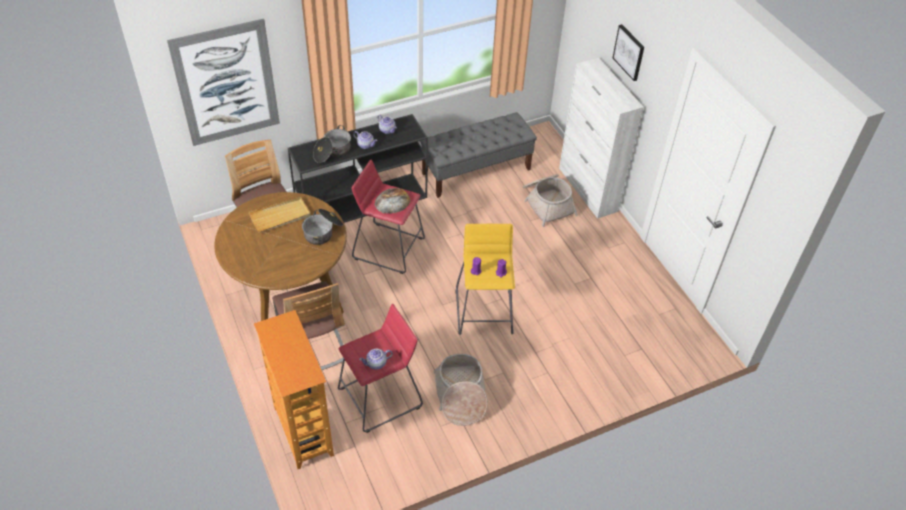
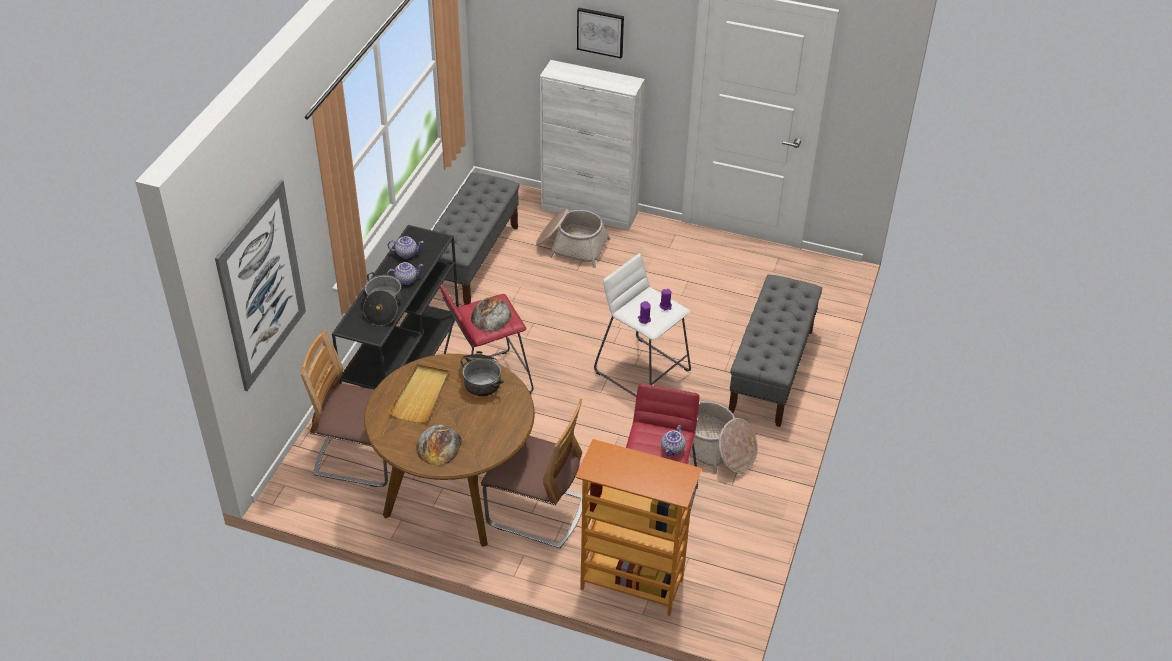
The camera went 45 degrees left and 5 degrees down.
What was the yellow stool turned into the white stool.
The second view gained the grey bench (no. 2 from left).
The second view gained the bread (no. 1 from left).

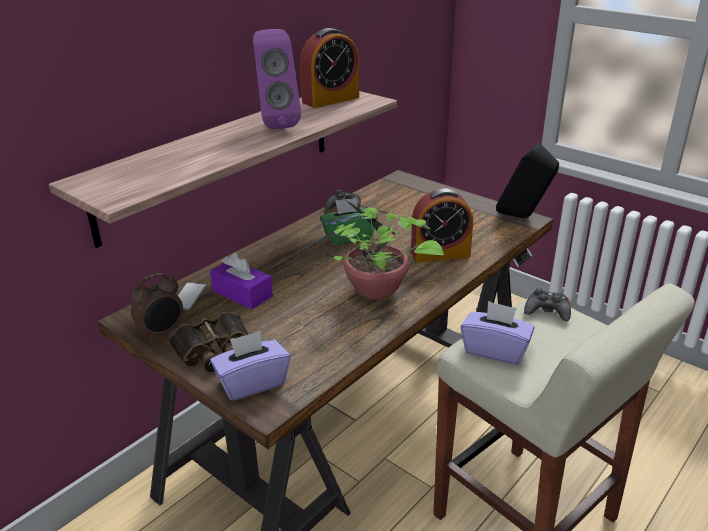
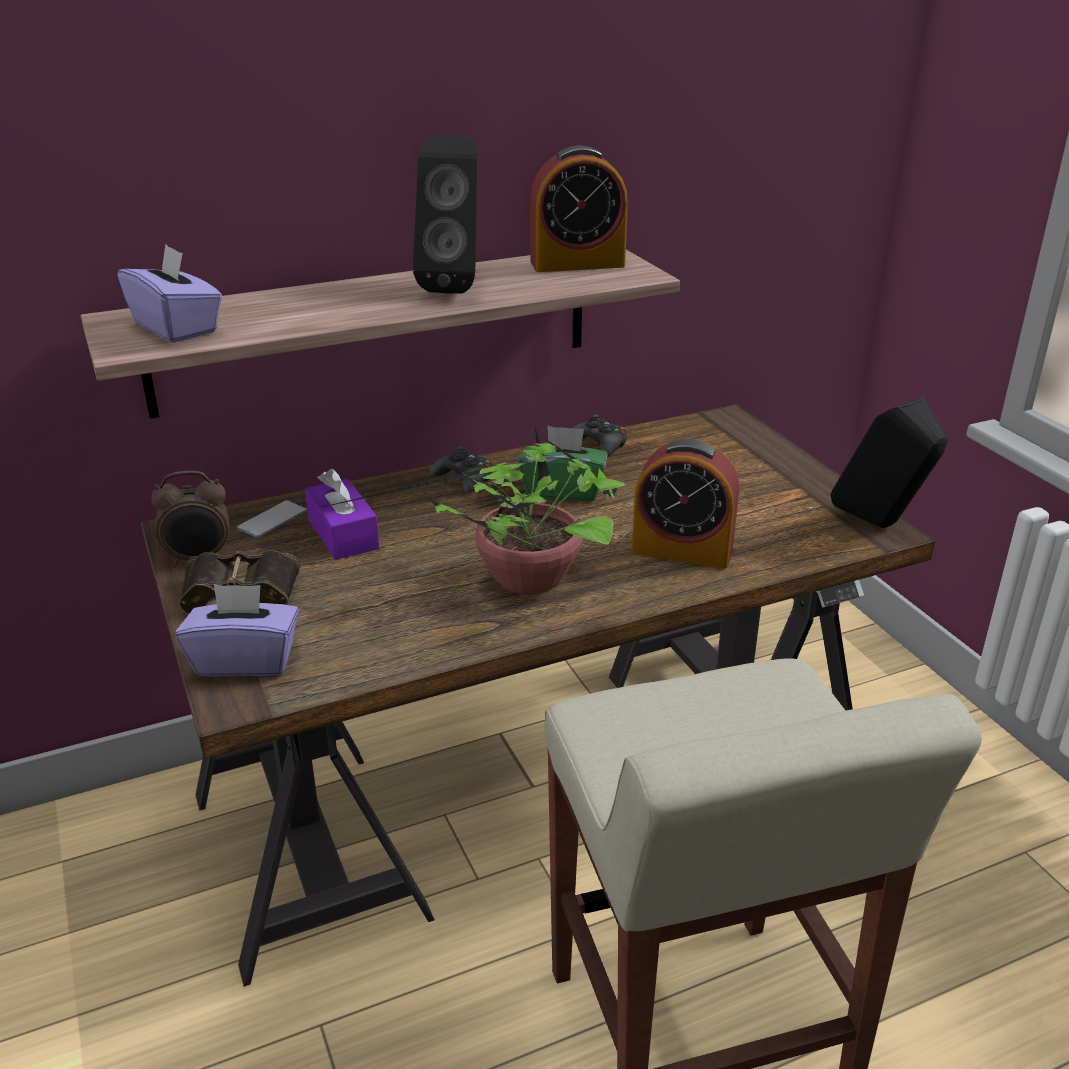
The camera went 25 degrees right and 0 degrees up.
What was the purple speaker turned into the black speaker (no. 1 from left).
The black game controller (no. 2 from left in the first image) ended up elsewhere.
The purple tissue box (no. 3 from left in the first image) ended up elsewhere.

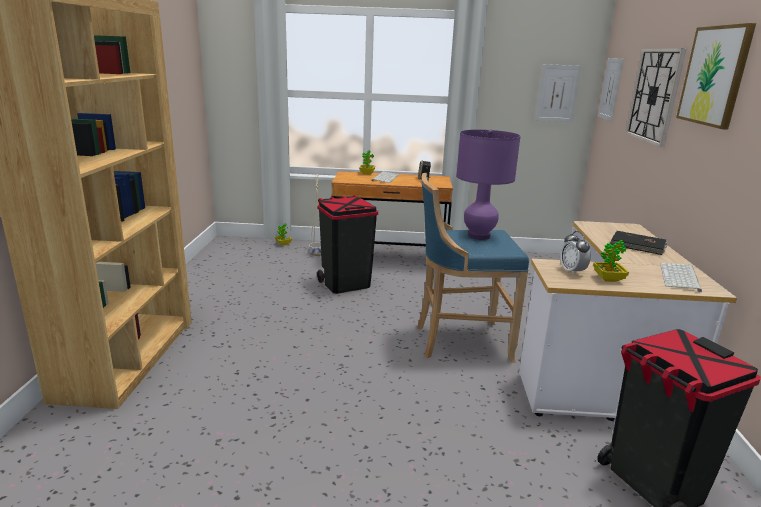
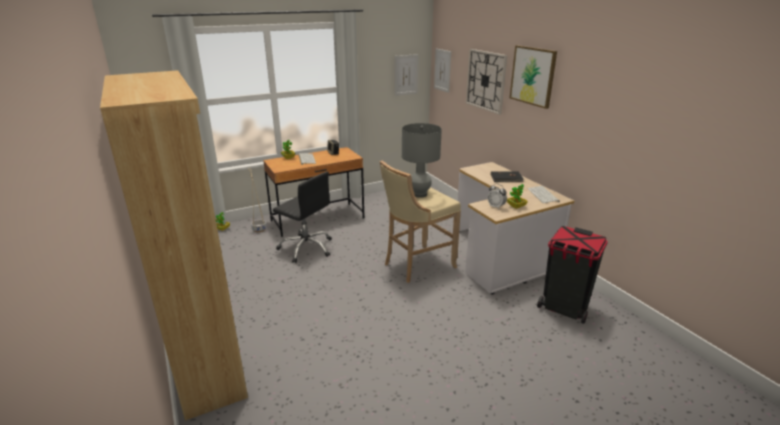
The camera went 30 degrees left and 5 degrees up.
What was the purple table lamp turned into the grey table lamp.
What was the blue stool turned into the beige stool.
Where the black trash can (no. 1 from left) stood, the black office chair came to stand.

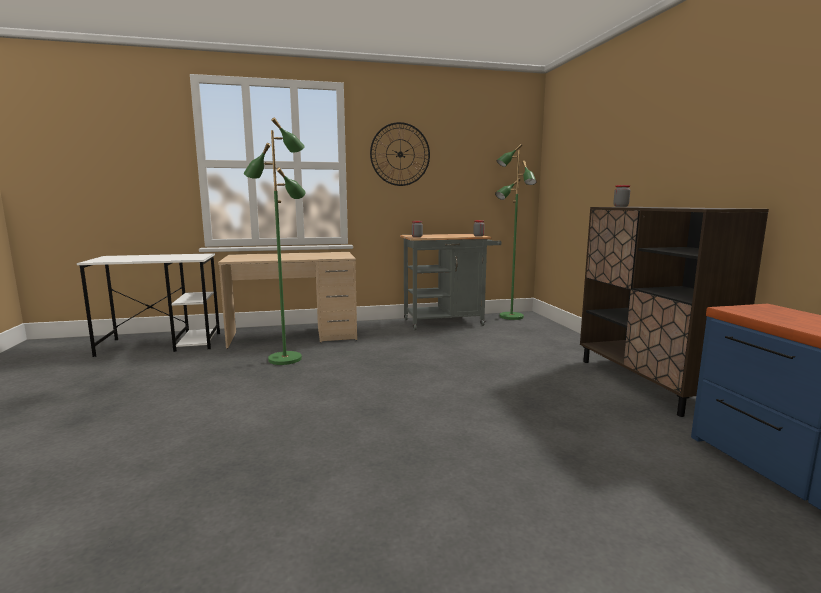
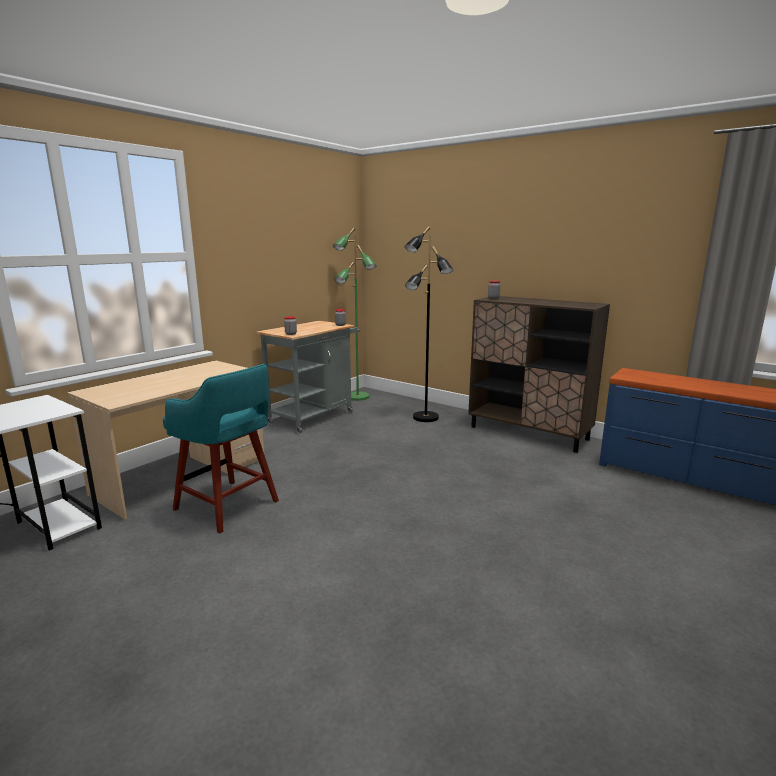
The camera went 40 degrees left and 5 degrees up.
Where the green floor lamp (no. 1 from left) stood, the turquoise stool came to stand.
The second view lost the wall clock.
The second view gained the black floor lamp.

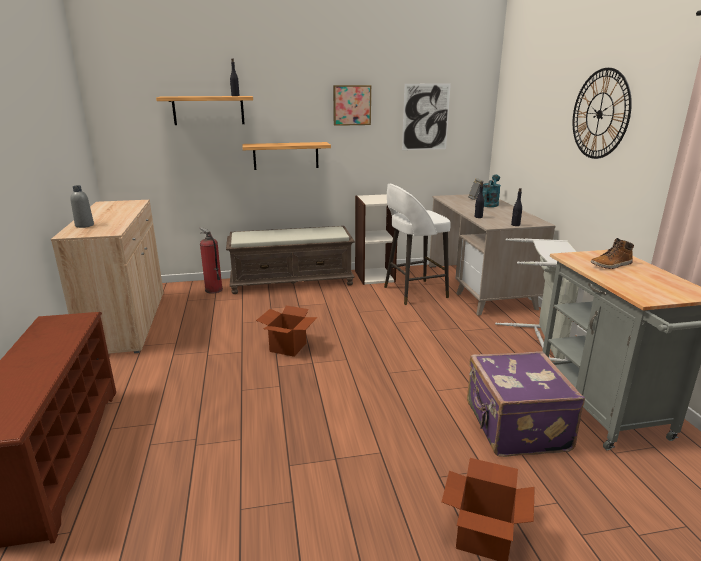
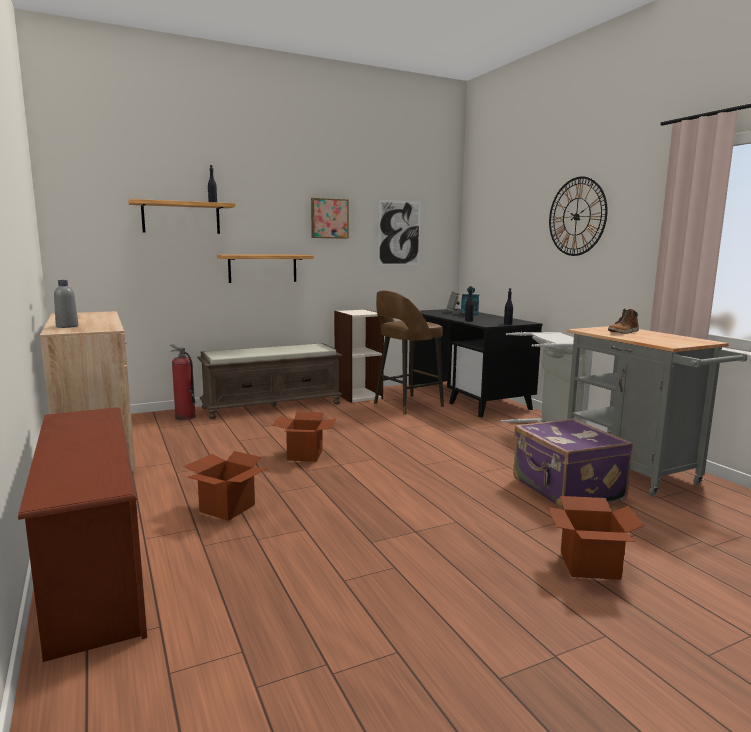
The camera went 15 degrees left and 10 degrees down.
What was the white stool turned into the brown stool.
What was the beige desk turned into the black desk.
The second view gained the cardboard box (no. 1 from left).

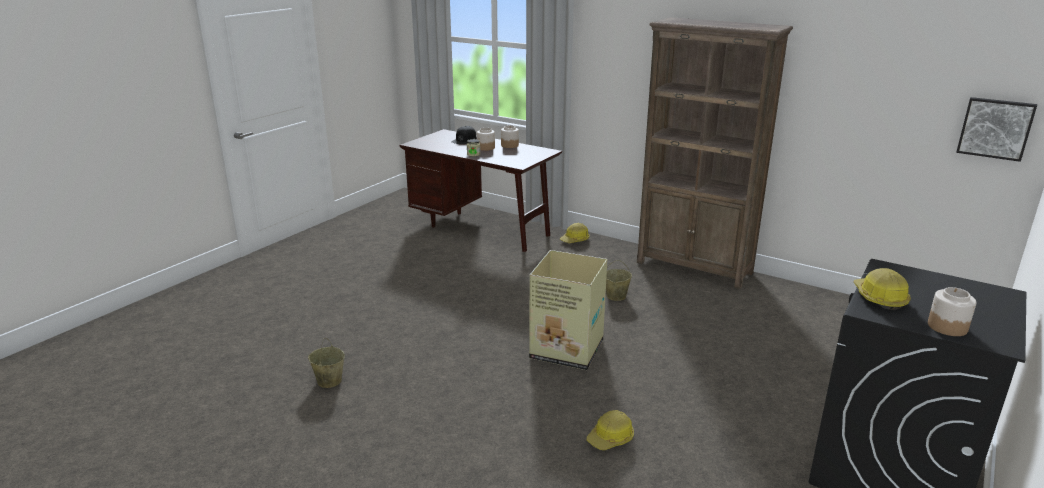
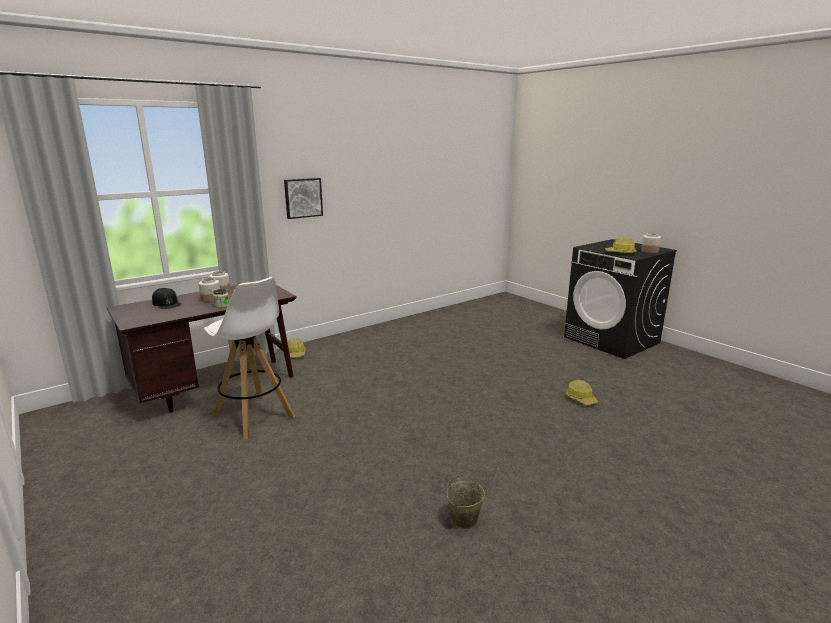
The camera went 70 degrees left and 5 degrees down.
The second view lost the brown bookcase.
The picture ended up elsewhere.
The second view lost the cardboard box.
The second view lost the beige bucket (no. 2 from left).
The second view gained the white stool.

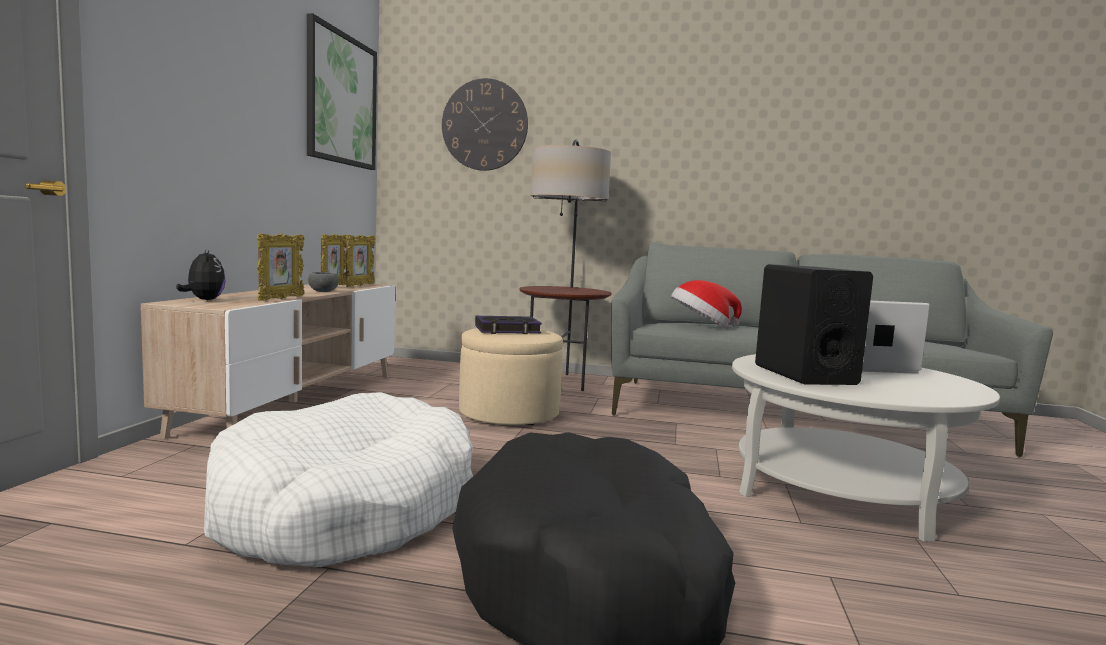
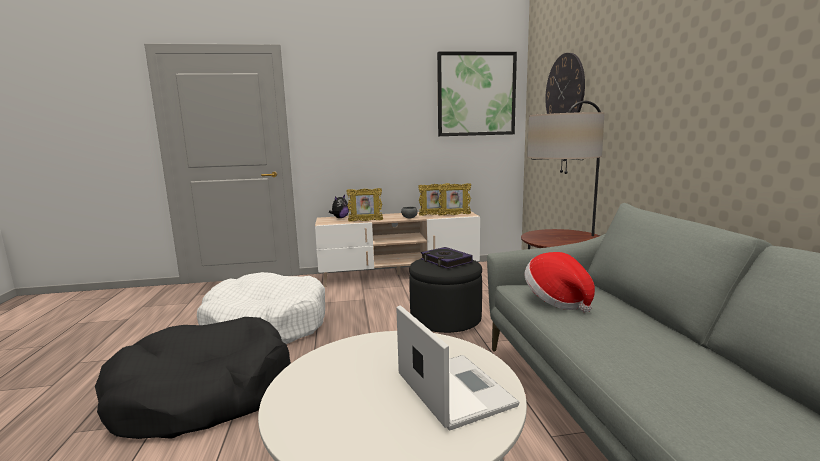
The camera went 70 degrees right and 5 degrees up.
The second view lost the black speaker.
What was the beige ottoman turned into the black ottoman.

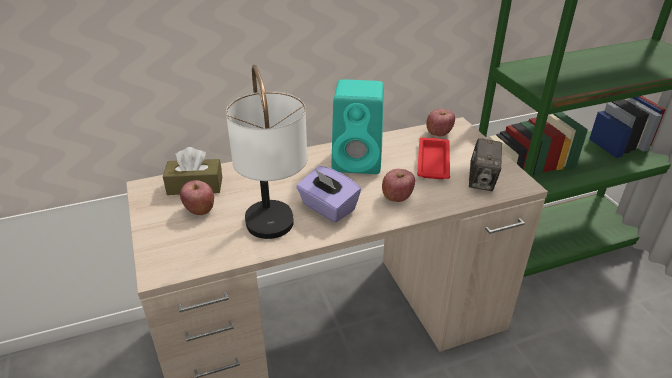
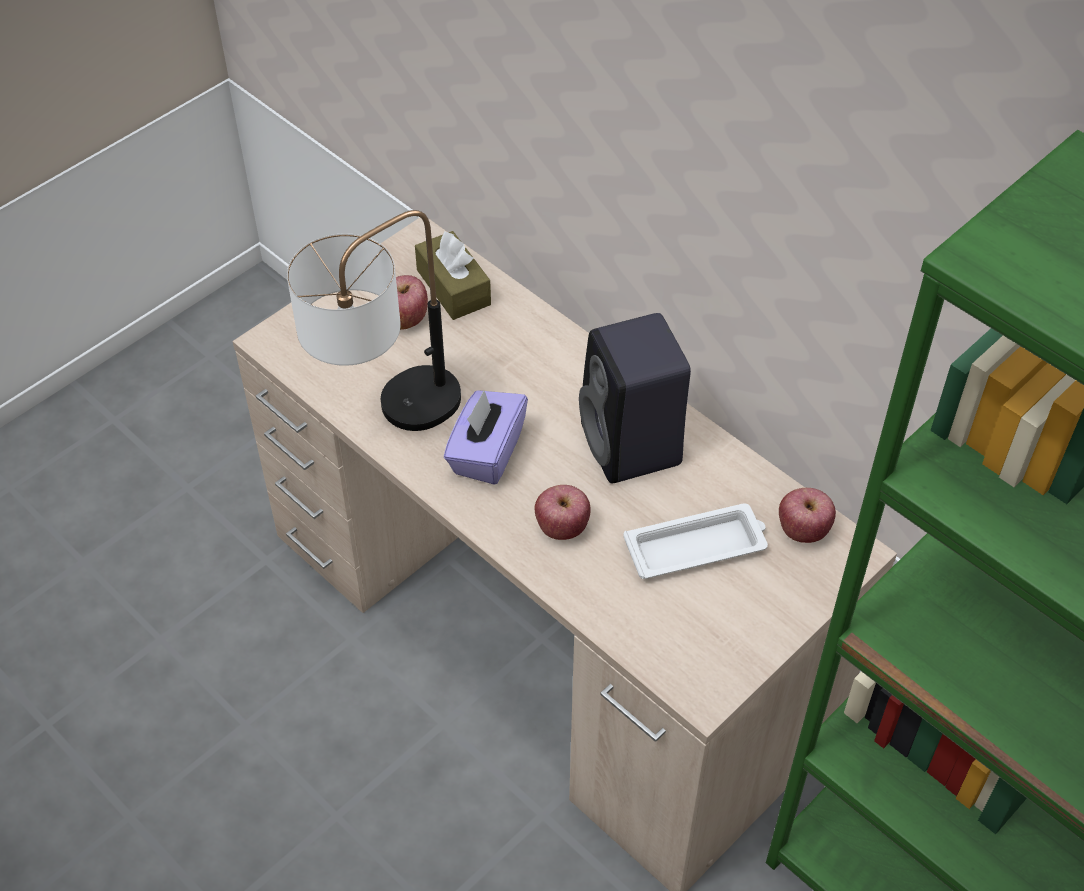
The camera went 65 degrees right and 15 degrees up.
What was the turquoise speaker turned into the black speaker.
What was the red tray turned into the white tray.
The second view lost the photo camera.

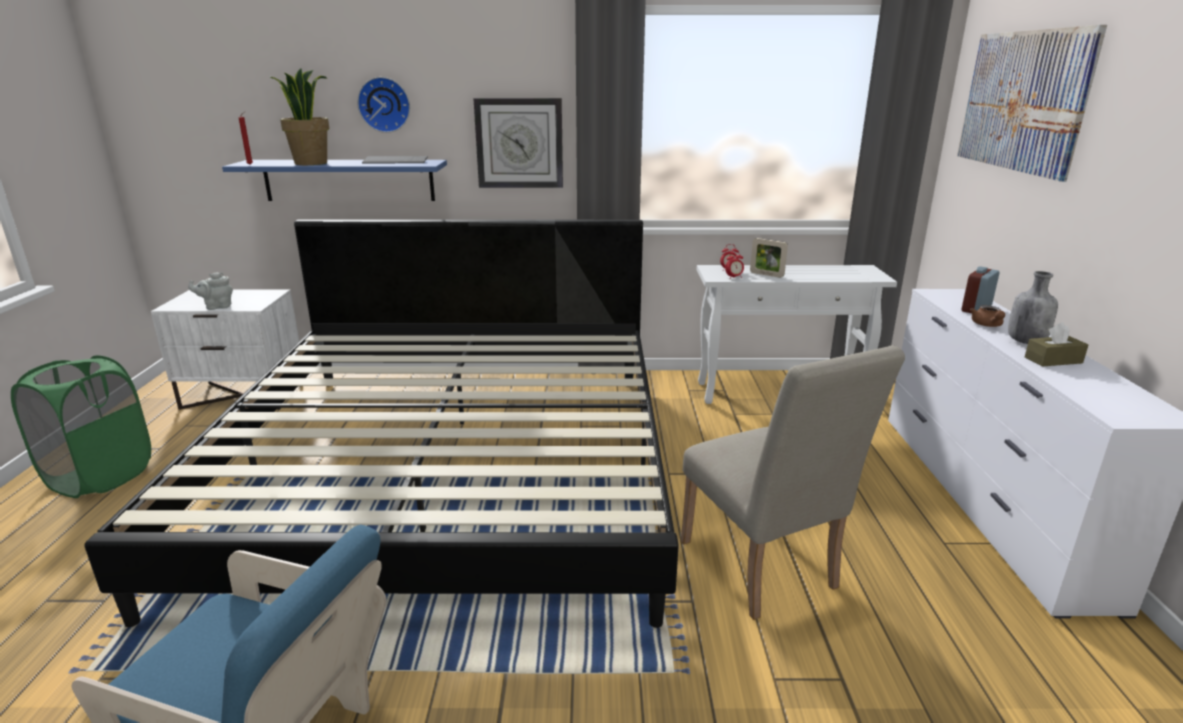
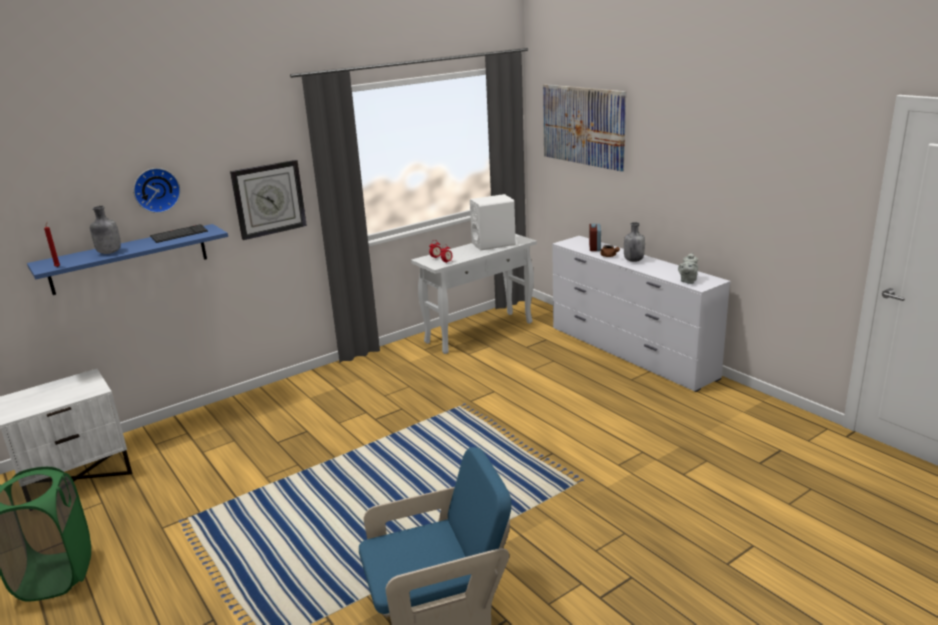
The camera went 35 degrees left and 0 degrees up.
Where the potted plant stood, the grey bottle (no. 1 from left) came to stand.
The second view lost the bed.
The second view lost the picture frame.
The grey teapot ended up elsewhere.
The second view lost the brown tissue box.
The second view lost the beige chair.
The second view gained the white speaker.

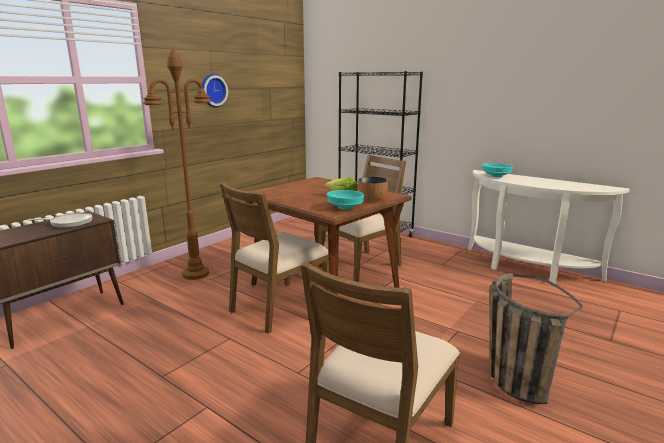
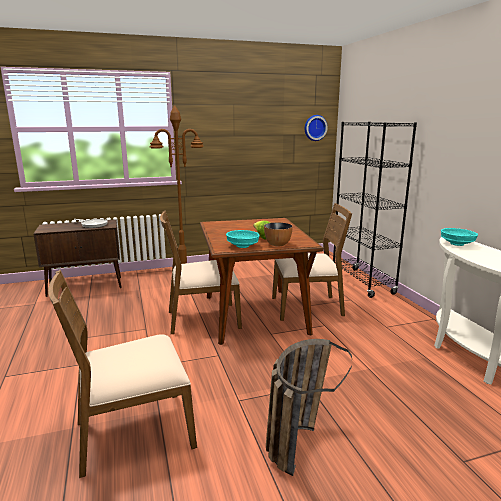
The camera went 35 degrees right and 0 degrees up.
The wall clock ended up elsewhere.

